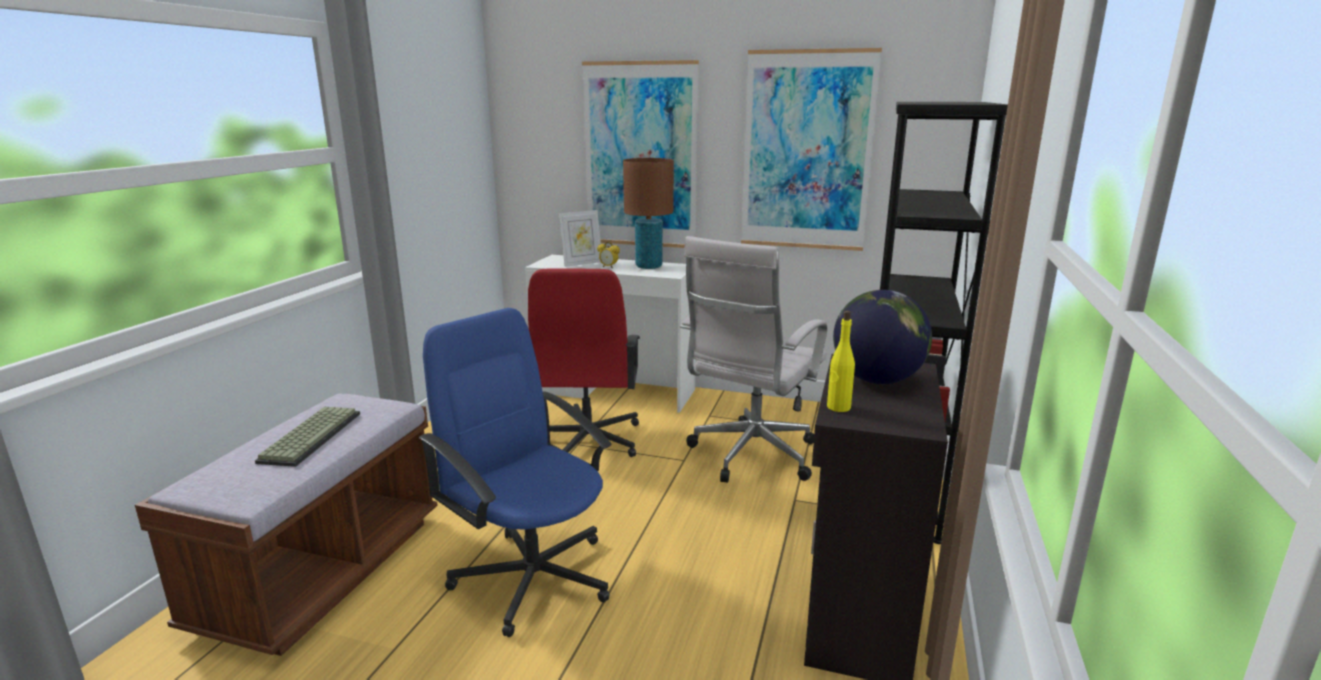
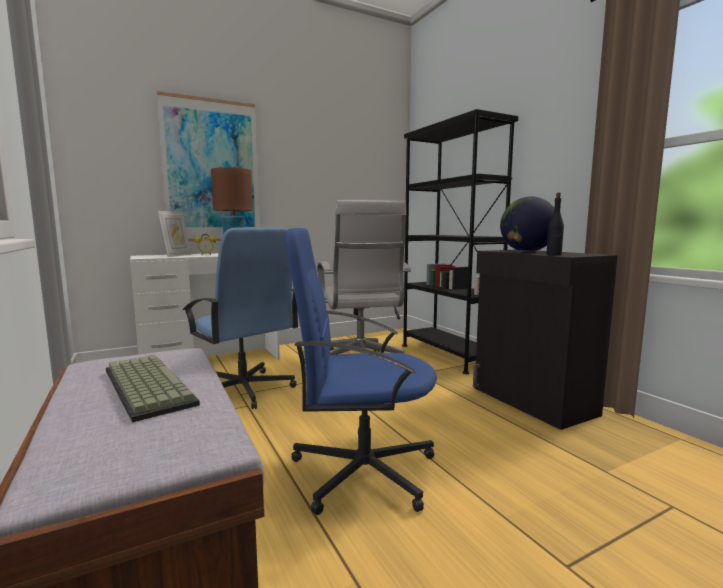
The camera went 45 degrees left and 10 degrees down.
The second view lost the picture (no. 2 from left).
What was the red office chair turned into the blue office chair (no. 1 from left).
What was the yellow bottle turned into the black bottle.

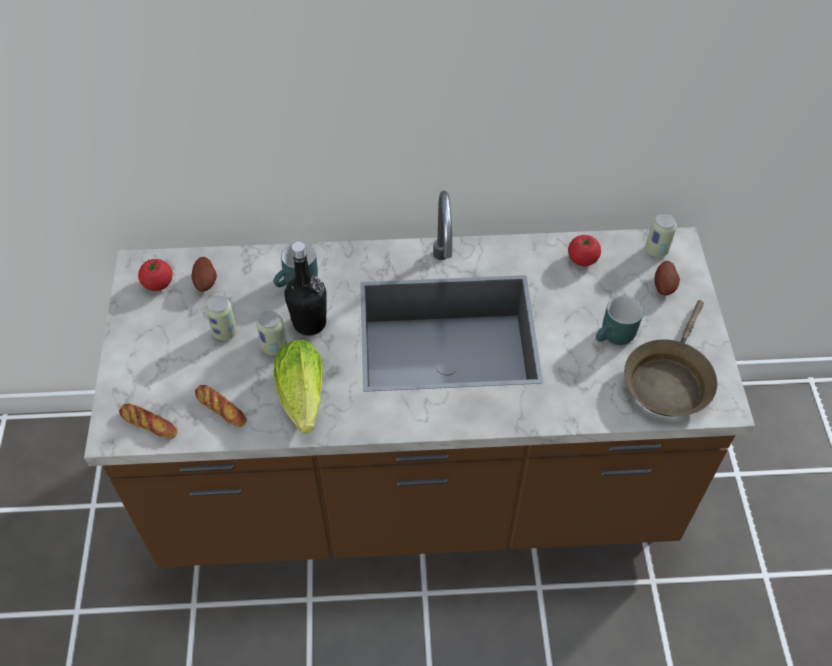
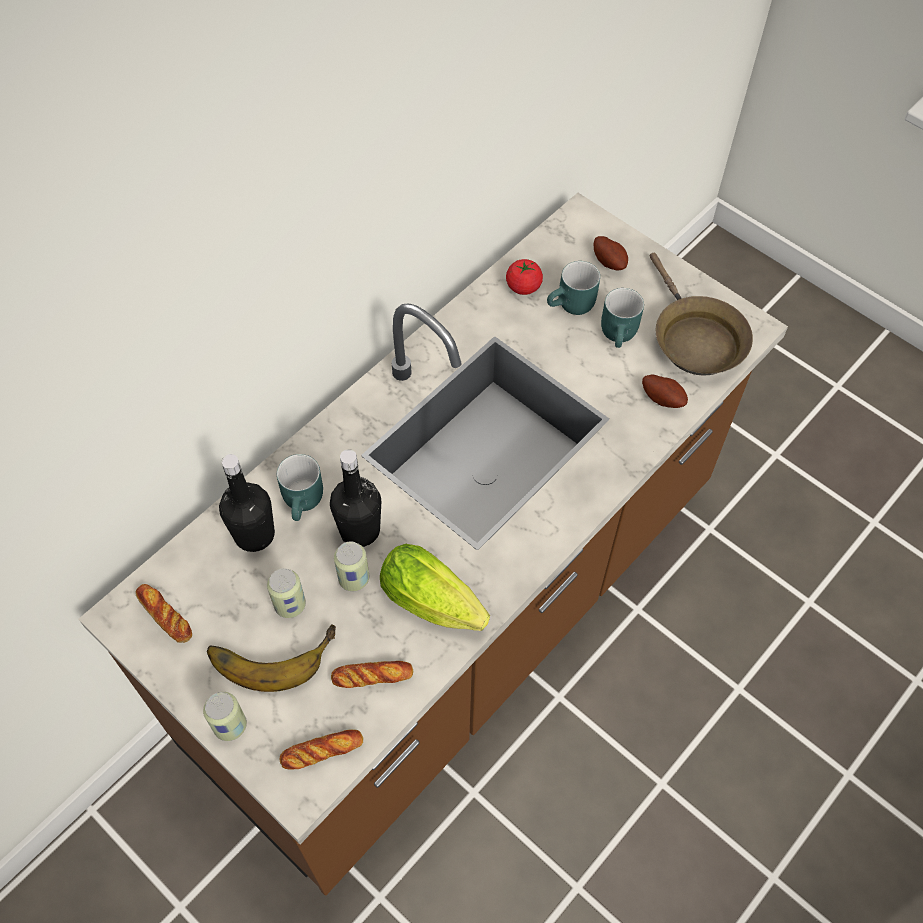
The camera went 45 degrees left and 5 degrees up.
The can (no. 3 from left in the first image) ended up elsewhere.
The potato (no. 1 from left in the first image) ended up elsewhere.
Where the tomato (no. 1 from left) stood, the bread (no. 1 from left) came to stand.
The second view gained the turquoise mug (no. 2 from left).
The second view gained the black bottle (no. 1 from left).
The second view gained the banana.

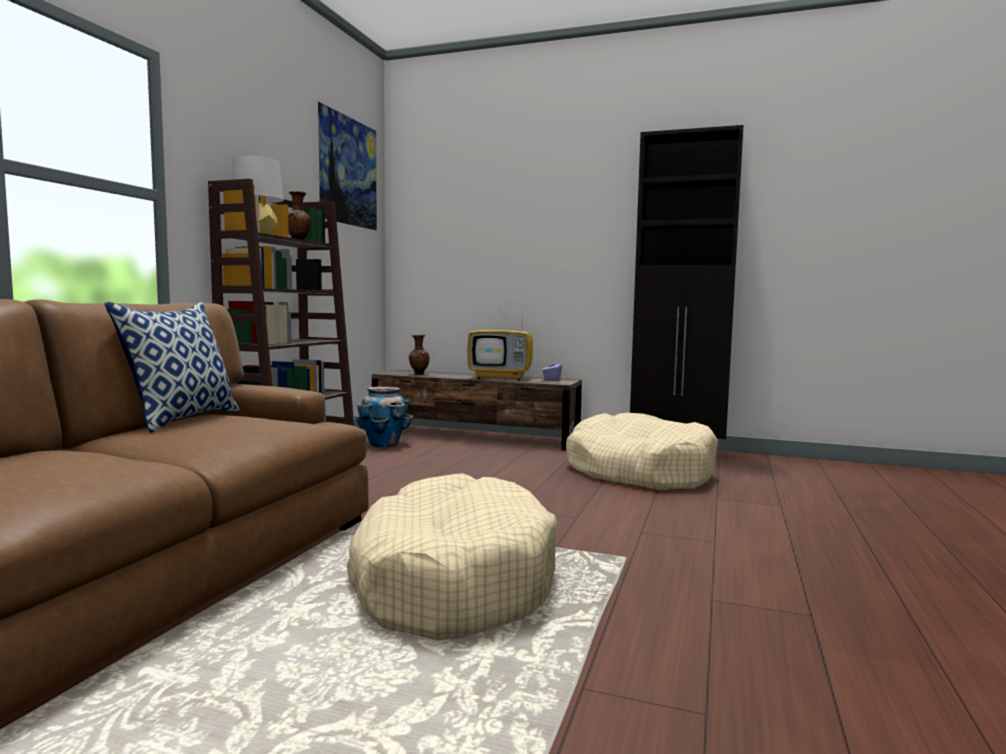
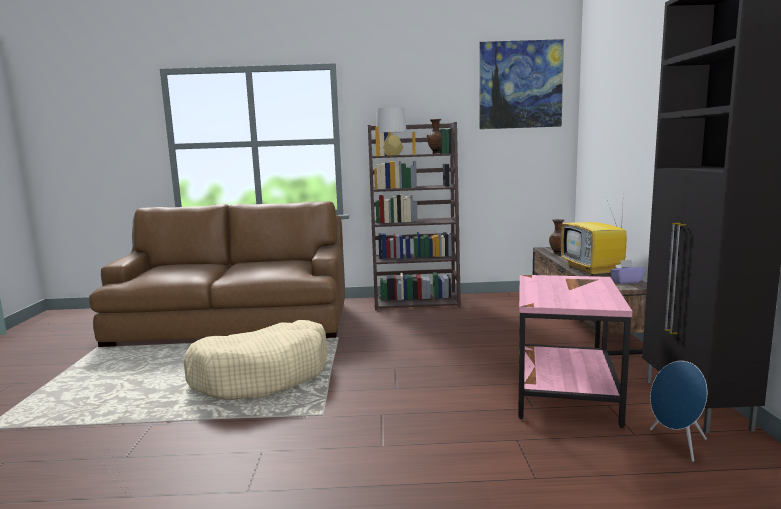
The camera went 70 degrees right and 5 degrees up.
The second view lost the pillow.
The second view lost the planter.
Where the beige dog bed (no. 2 from left) stood, the pink side table came to stand.
The second view gained the blue speaker.

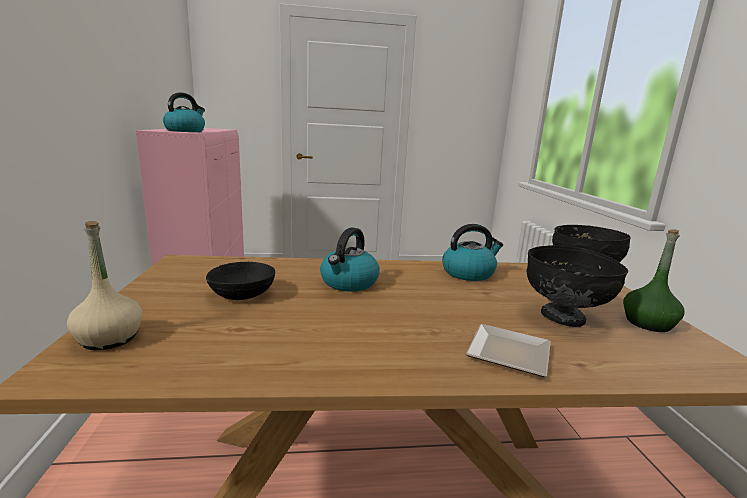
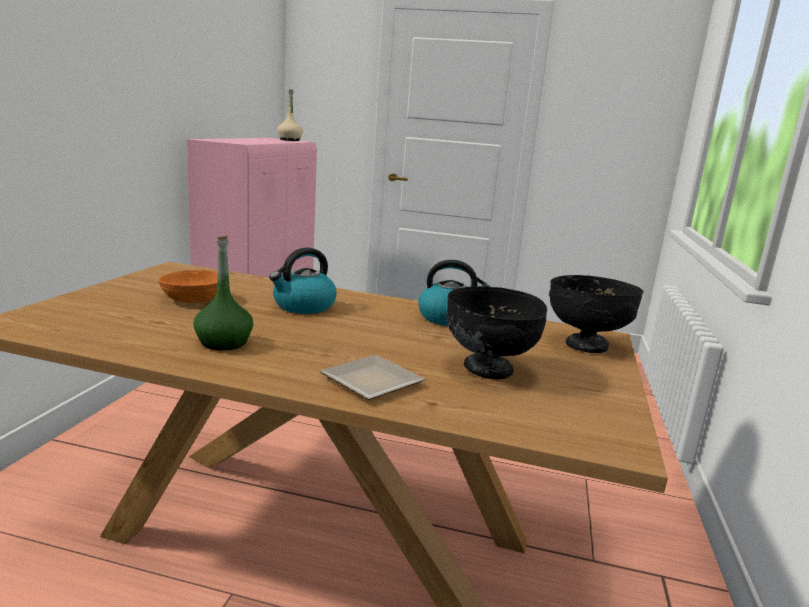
The camera went 20 degrees right and 0 degrees up.
The second view lost the kettle (no. 1 from left).
The beige bottle ended up elsewhere.
The green bottle ended up elsewhere.
What was the black bowl (no. 1 from left) turned into the orange bowl.

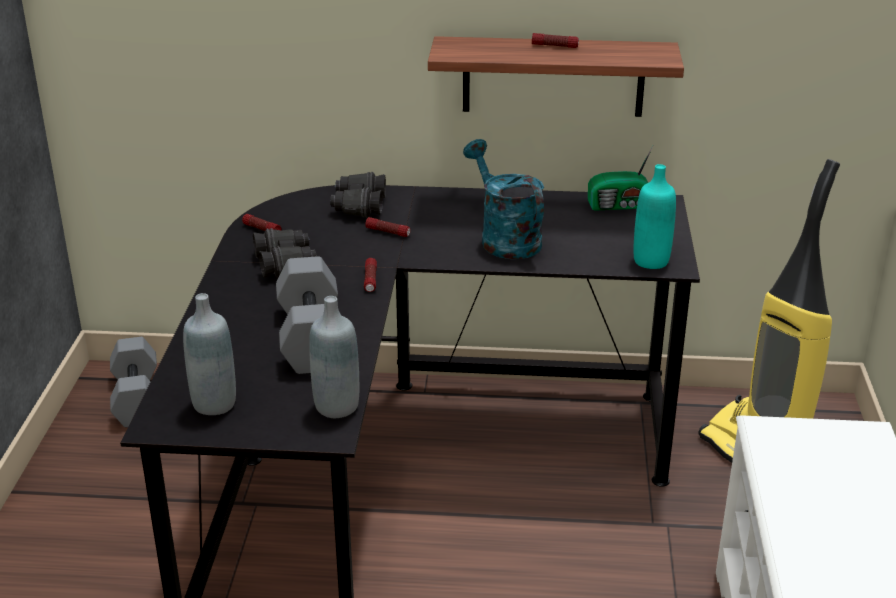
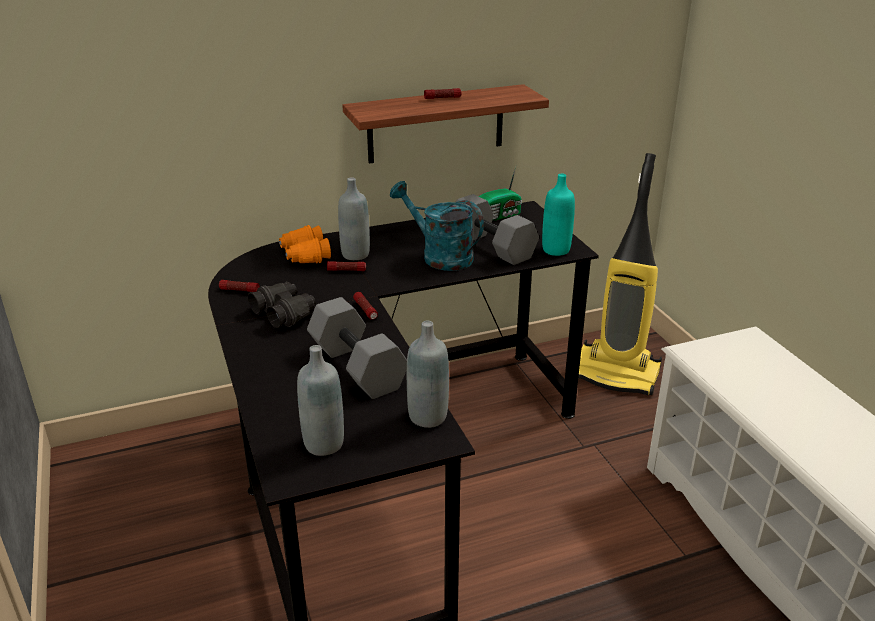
The camera went 25 degrees left and 0 degrees up.
What was the black binoculars (no. 2 from left) turned into the orange binoculars.
The grey dumbbell (no. 1 from left in the first image) ended up elsewhere.
The second view gained the grey bottle (no. 2 from left).

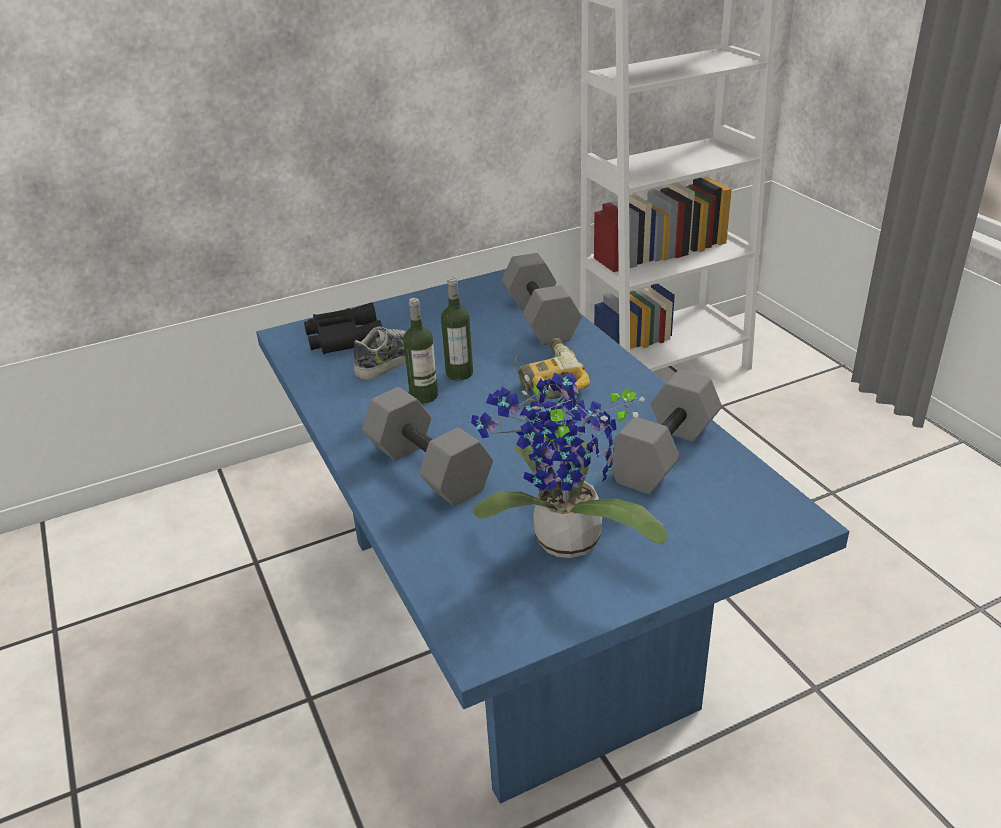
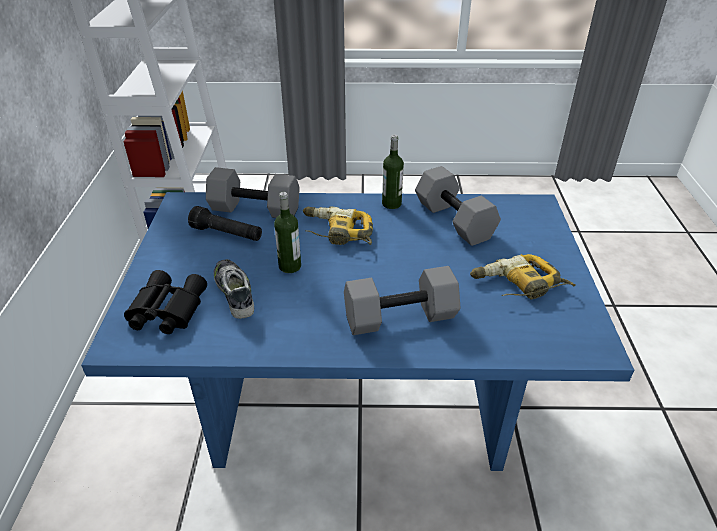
The camera went 65 degrees left and 5 degrees up.
The bottle (no. 1 from left in the first image) ended up elsewhere.
Where the potted plant stood, the power drill (no. 2 from left) came to stand.
The second view gained the black flashlight.

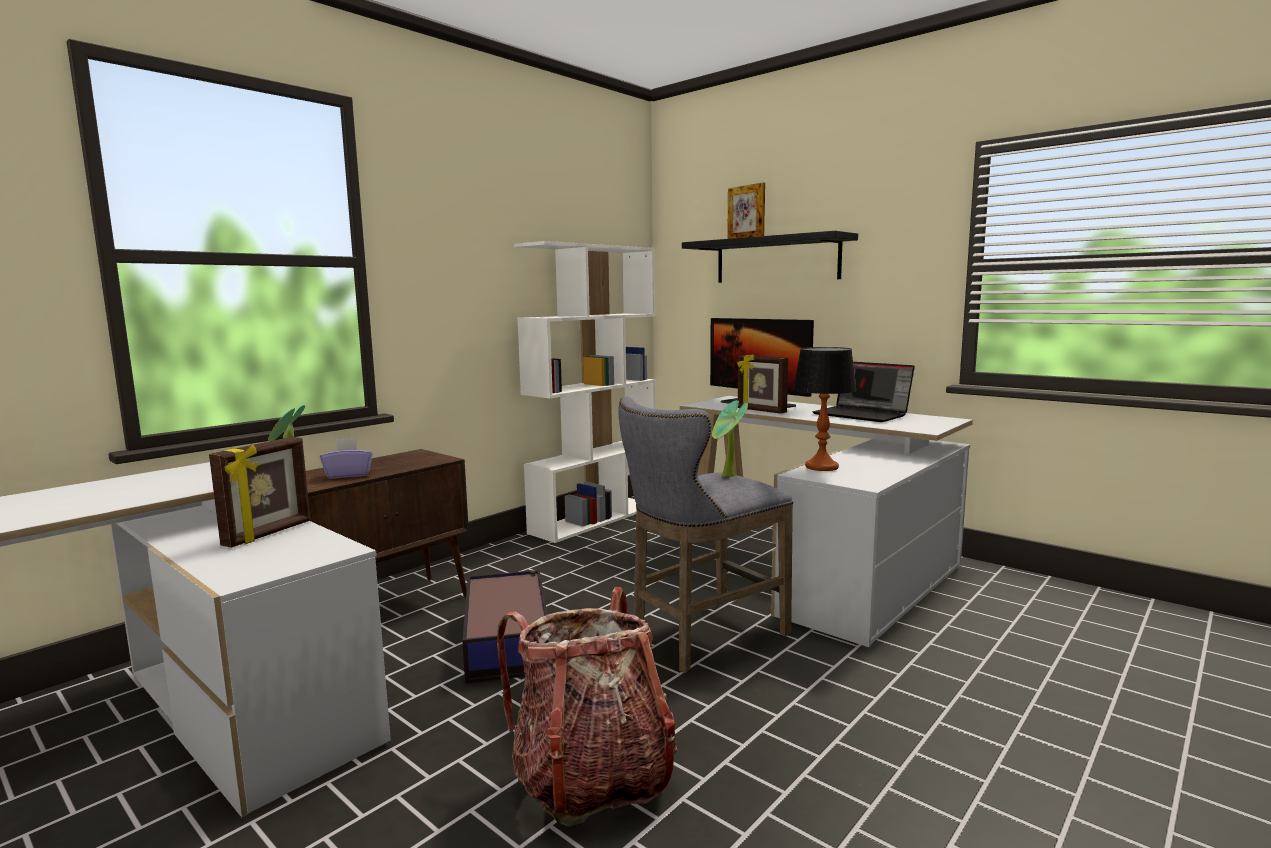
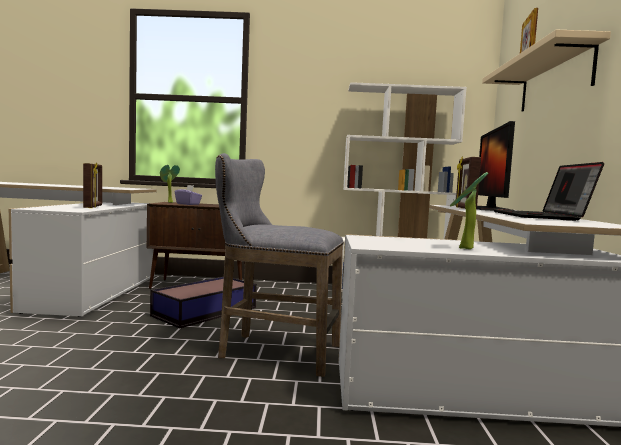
The camera went 50 degrees right and 5 degrees down.
What was the black shelf turned into the beige shelf.
The second view lost the table lamp.
The potted plant (no. 2 from left) ended up elsewhere.
The picture frame (no. 1 from left) ended up facing another way, 90 degrees counterclockwise from before.
The second view lost the backpack.

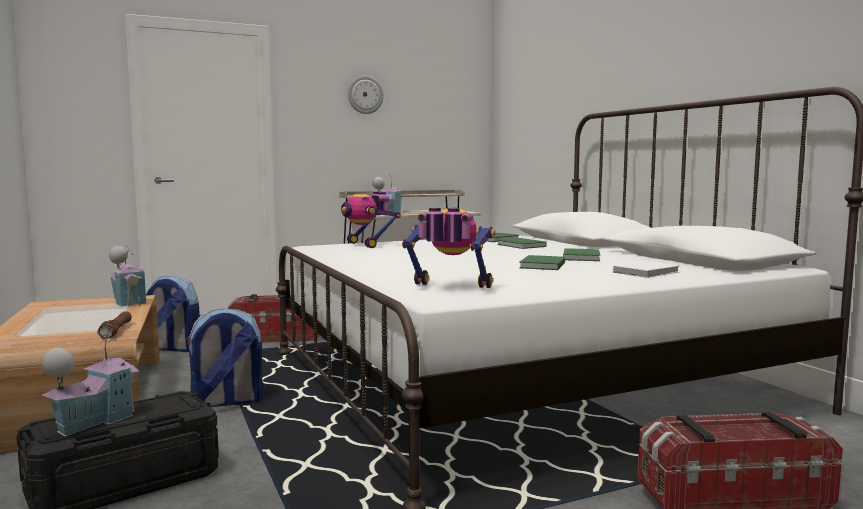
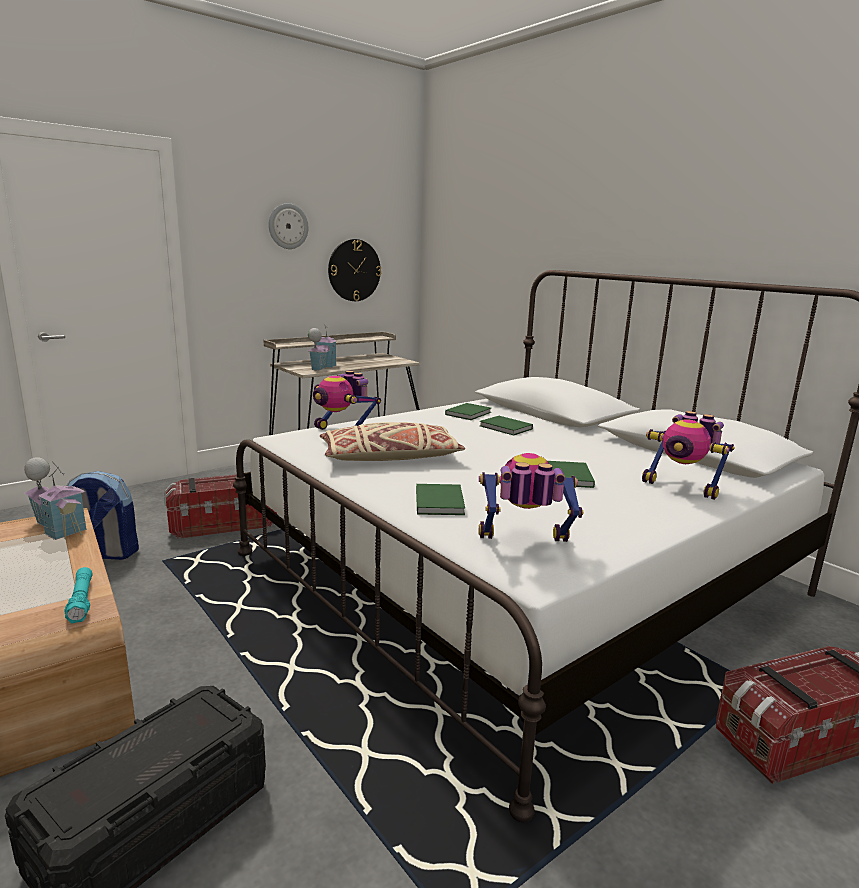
The camera went 15 degrees left and 10 degrees up.
The green book (no. 4 from left in the first image) ended up elsewhere.
Where the white book stood, the toy robot (no. 3 from left) came to stand.
The second view lost the backpack (no. 2 from left).
What was the brown flashlight turned into the turquoise flashlight.
The second view lost the toy house (no. 1 from left).
The second view gained the wall clock (no. 2 from left).
The second view gained the beige pillow.

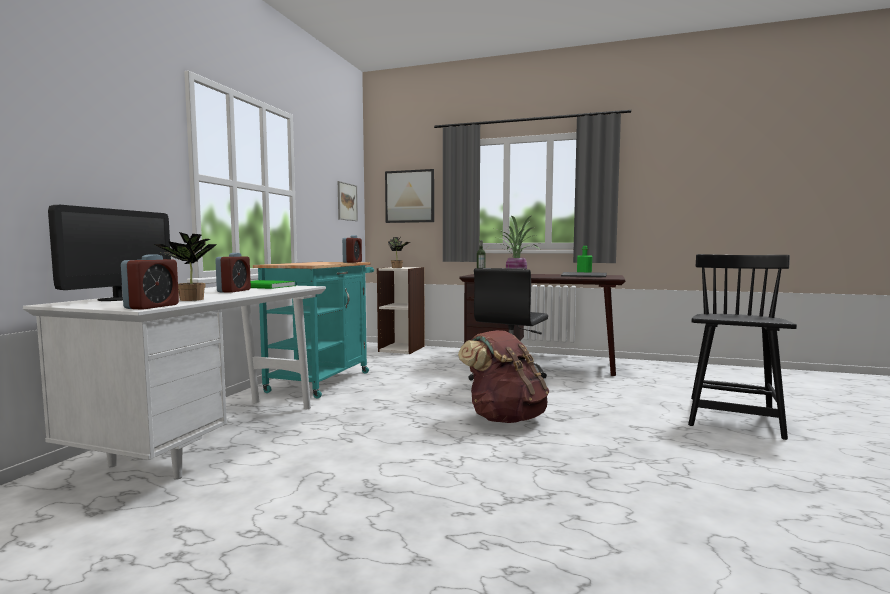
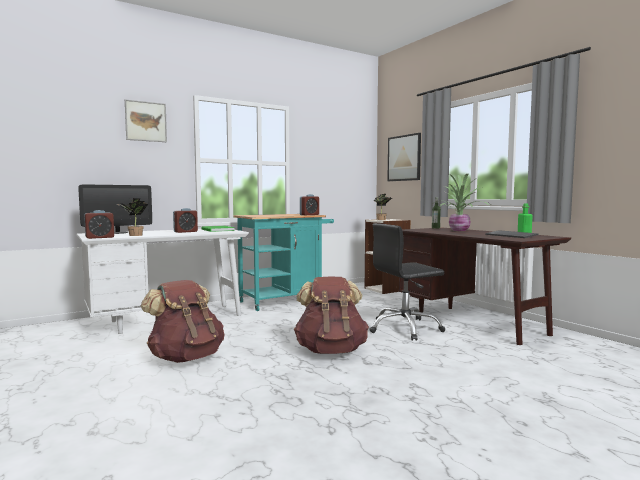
The camera went 40 degrees right and 0 degrees up.
The picture (no. 1 from left) ended up elsewhere.
The second view lost the black chair.
The second view gained the brown backpack (no. 1 from left).

